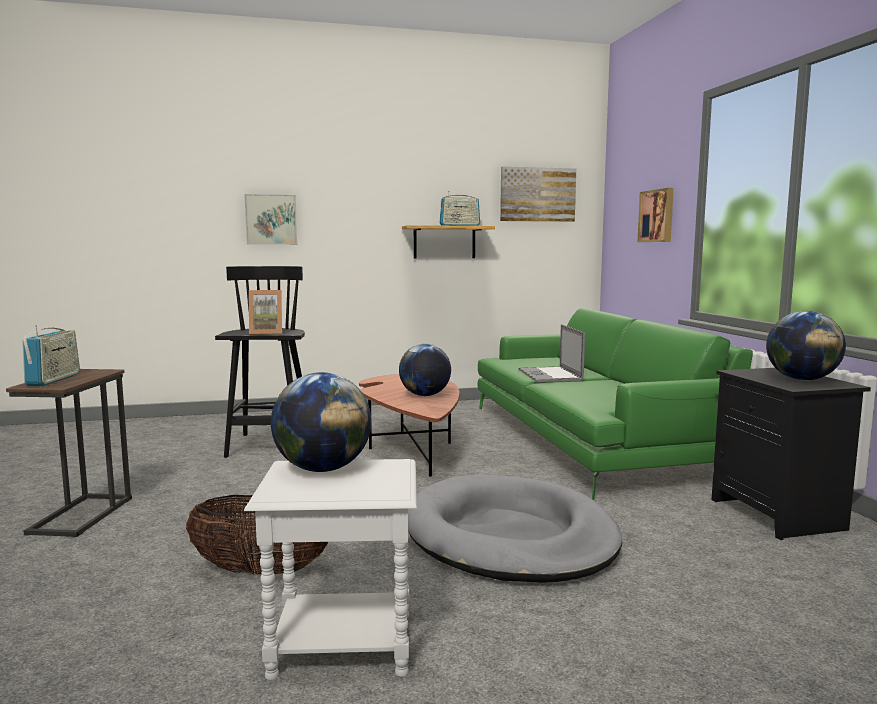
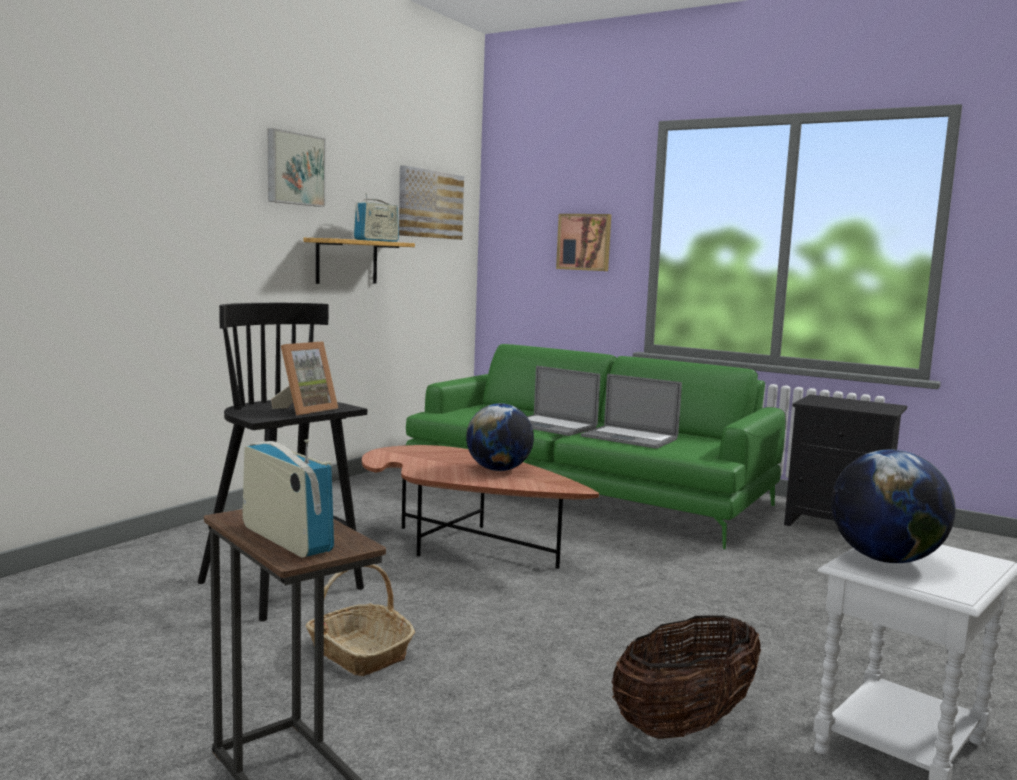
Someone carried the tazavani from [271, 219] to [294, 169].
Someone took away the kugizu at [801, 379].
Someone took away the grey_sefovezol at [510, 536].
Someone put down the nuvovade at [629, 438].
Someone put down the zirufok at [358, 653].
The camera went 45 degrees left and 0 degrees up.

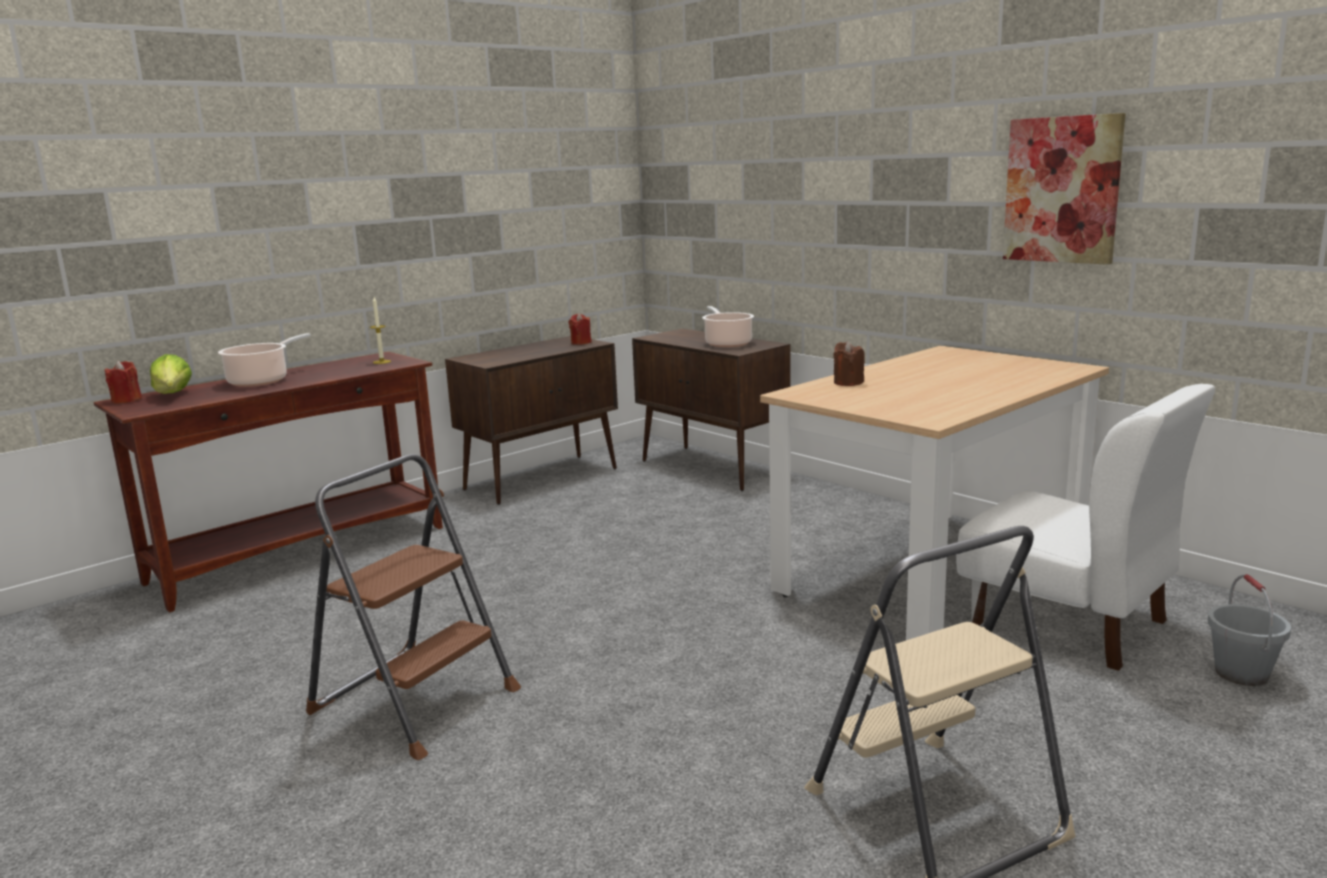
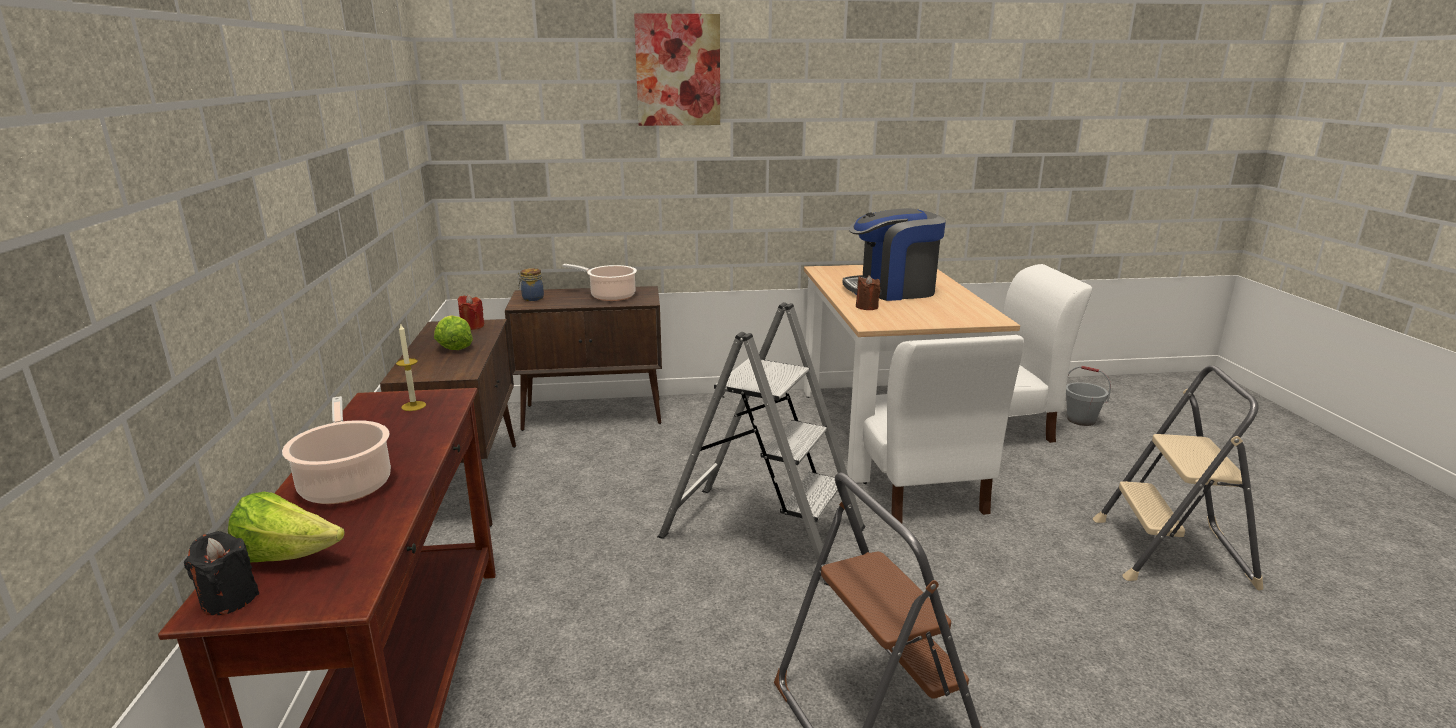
Someone carried the tazavani from [1062, 190] to [678, 70].
Someone repainted the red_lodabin at [126, 400], which became the black_lodabin at [229, 599].
Someone put down the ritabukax at [892, 290].
Someone put down the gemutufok at [532, 298].
Someone put down the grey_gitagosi at [760, 530].
Someone put down the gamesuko at [453, 346].
Someone put down the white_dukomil at [920, 490].
The camera went 55 degrees left and 5 degrees up.

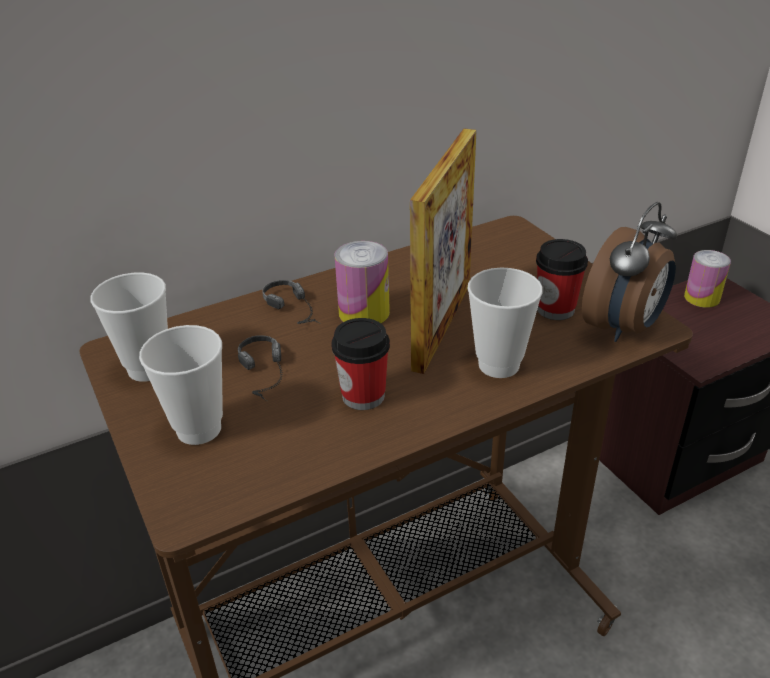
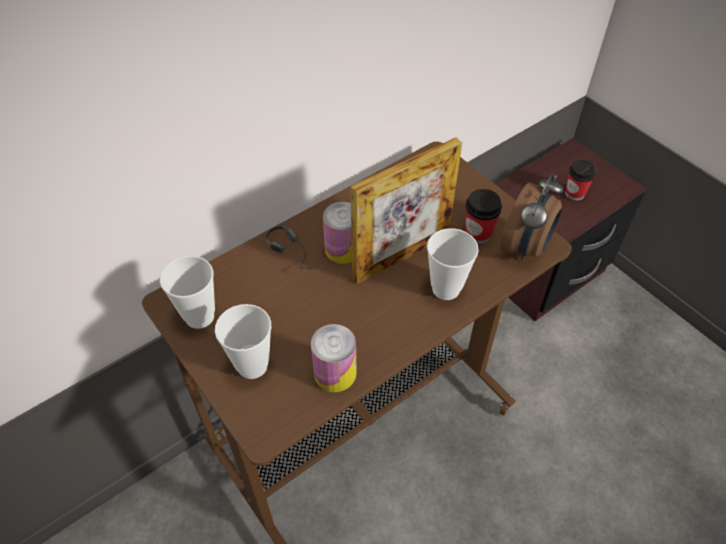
Someone rotated the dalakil at [442, 325] by 45 degrees clockwise.
Someone carried the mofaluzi from [702, 298] to [335, 373].
Someone carried the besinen from [363, 396] to [574, 193].
Someone took away the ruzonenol at [269, 380].
The camera went 10 degrees left and 15 degrees up.

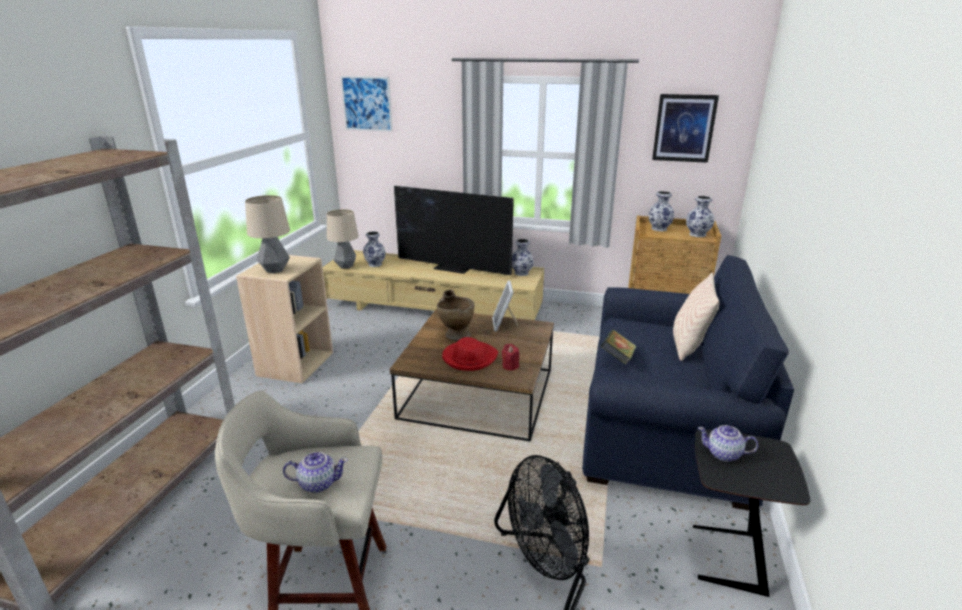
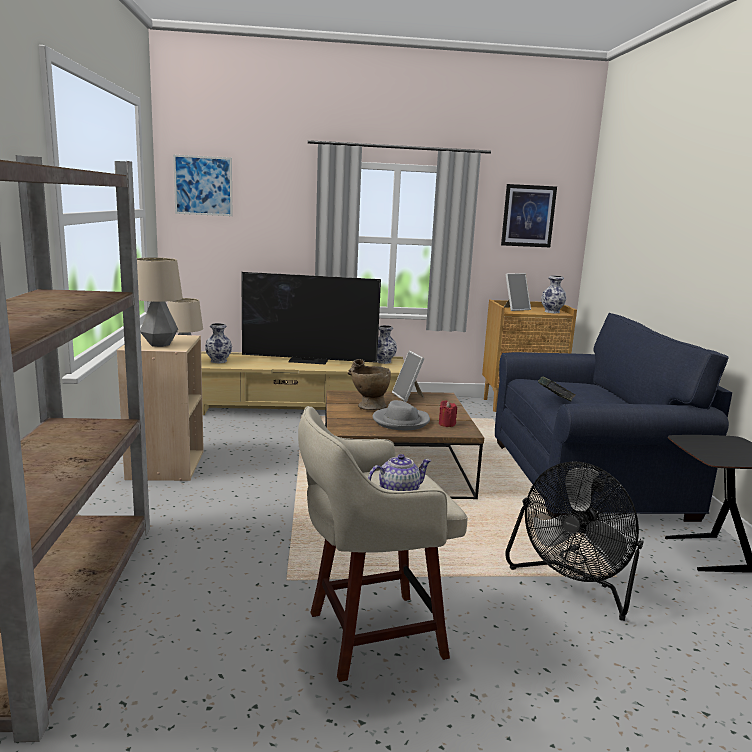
Someone swapped the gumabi at [659, 228] for the dalakil at [515, 309].
Someone took away the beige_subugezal at [688, 346].
Someone repainted the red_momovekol at [469, 358], which became the grey_momovekol at [401, 421].
Someone took away the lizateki at [724, 454].
The camera went 20 degrees left and 10 degrees down.

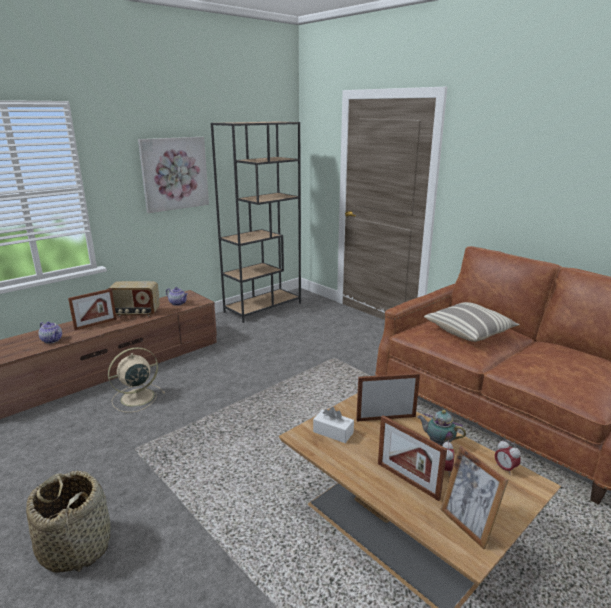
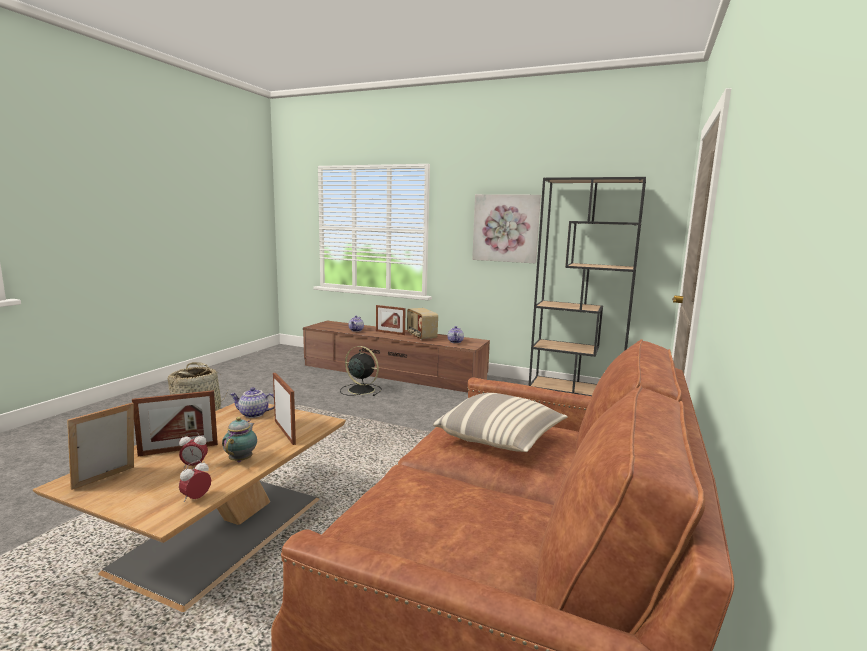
Someone repainted the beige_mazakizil at [136, 398], which became the black_mazakizil at [360, 390].
Someone swapped the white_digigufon at [333, 432] for the lizateki at [253, 414].
Someone rotated the dalakil at [407, 480] by 135 degrees counterclockwise.
The camera went 65 degrees right and 10 degrees down.

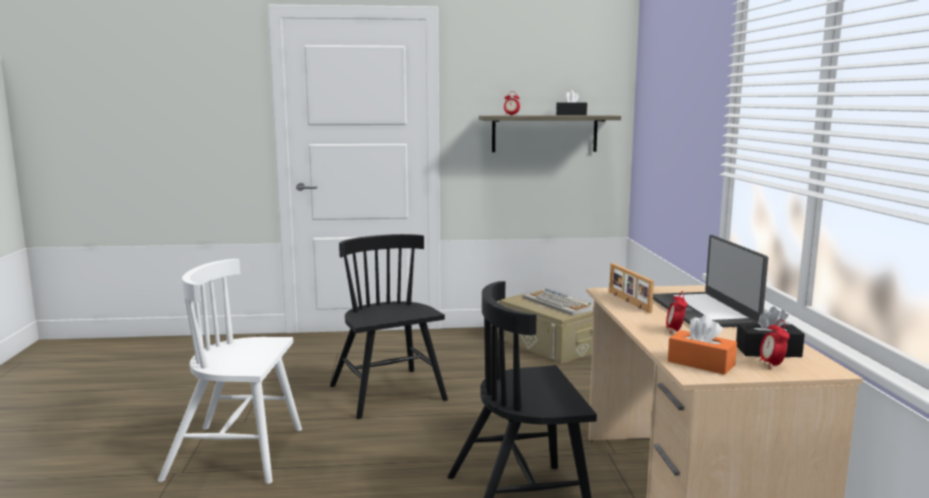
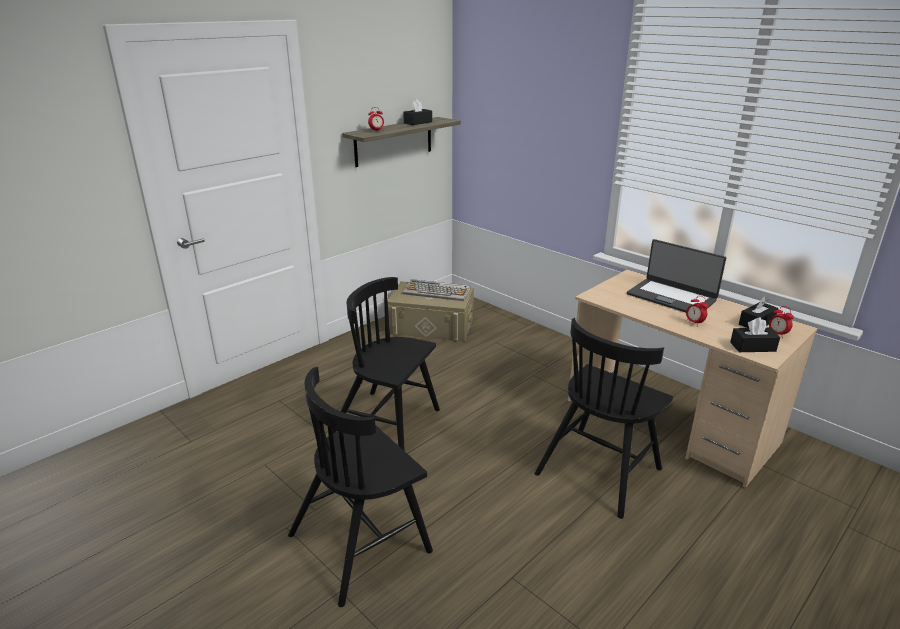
Someone repainted the white_dukomil at [243, 453], which became the black_dukomil at [366, 538].
Someone took away the dalakil at [628, 302].
Someone repainted the orange_digigufon at [701, 363], which became the black_digigufon at [752, 347].
The camera went 40 degrees left and 15 degrees up.

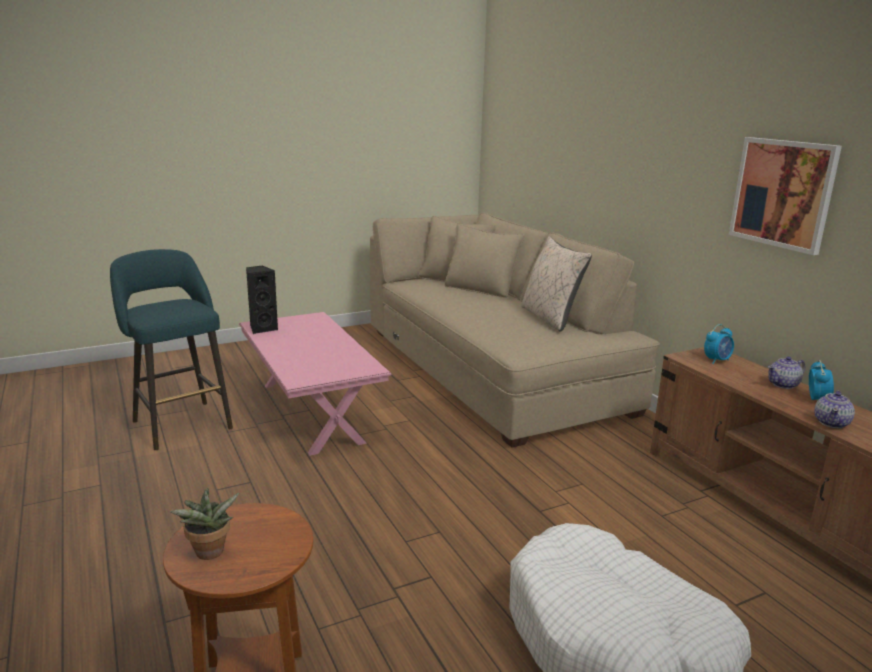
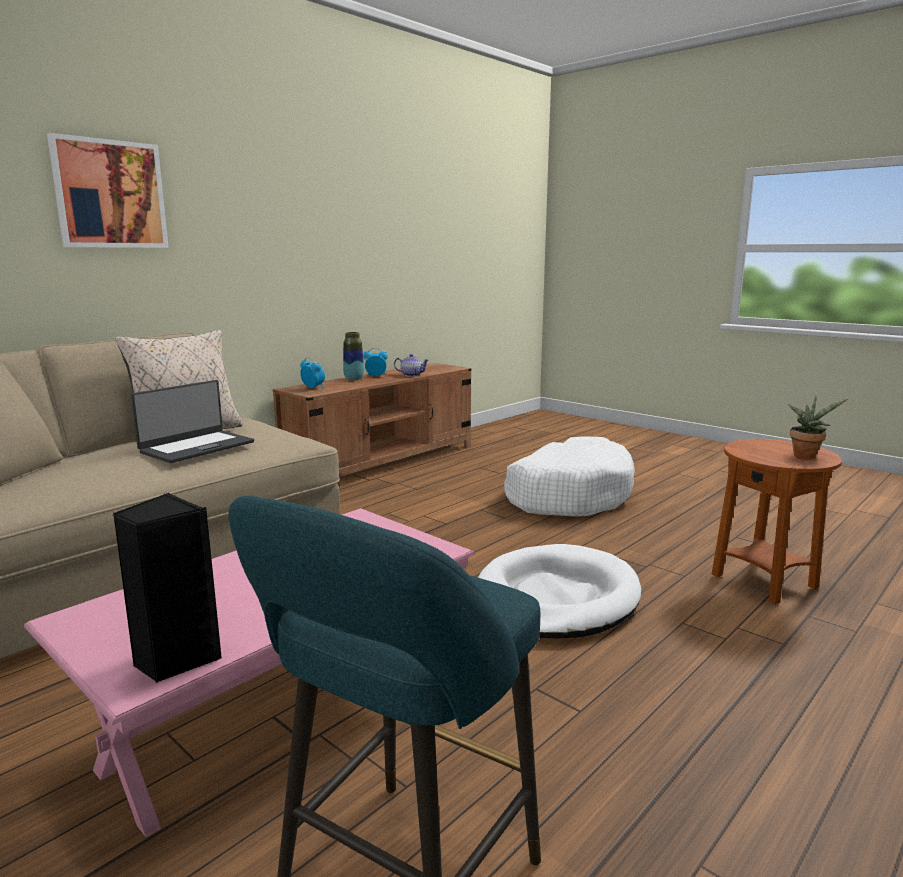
Someone carried the tazavani from [783, 193] to [110, 194].
Someone swapped the lizateki at [783, 384] for the gumabi at [354, 379].
Someone put down the nuvovade at [196, 447].
Someone put down the white_sefovezol at [555, 598].
The camera went 110 degrees left and 5 degrees down.

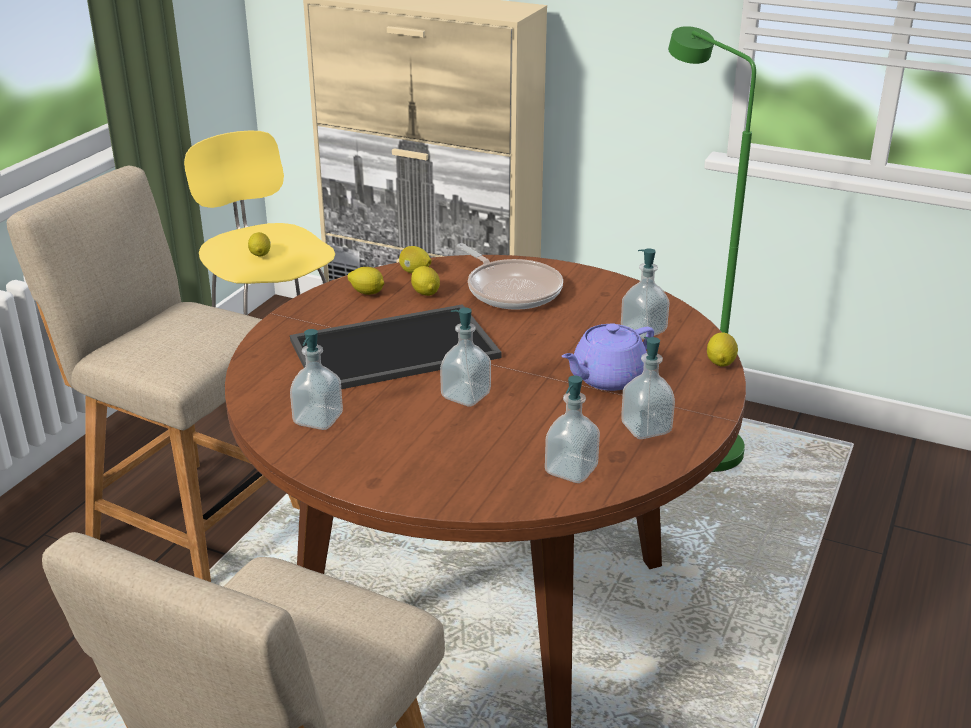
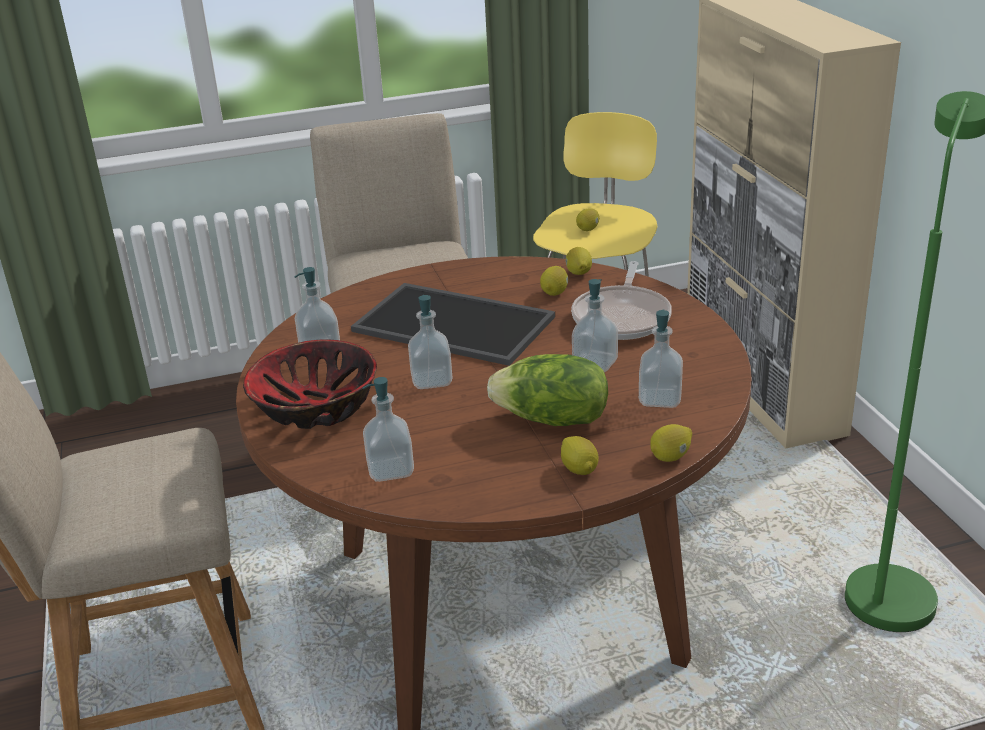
Someone carried the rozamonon from [367, 293] to [579, 469].
Someone swapped the purple_lizateki at [607, 378] for the gamesuko at [552, 420].
Someone carried the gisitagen from [646, 428] to [595, 364].
Someone put down the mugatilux at [315, 408].
The camera went 50 degrees right and 0 degrees up.

